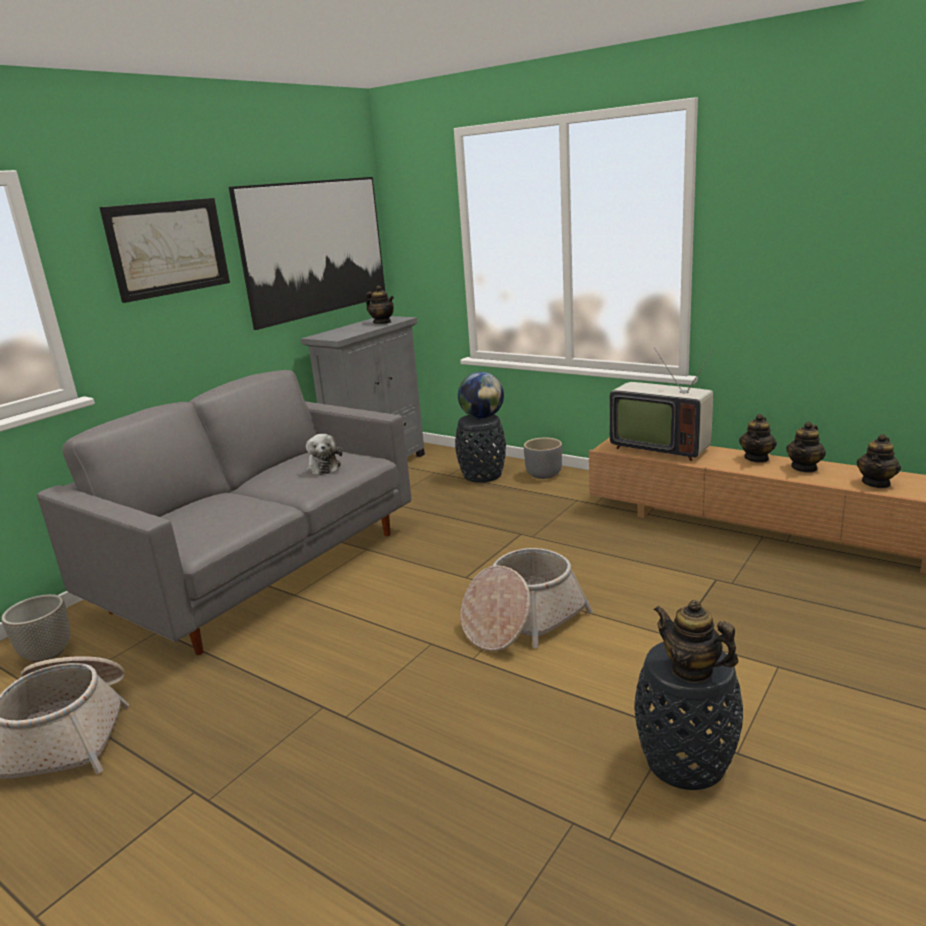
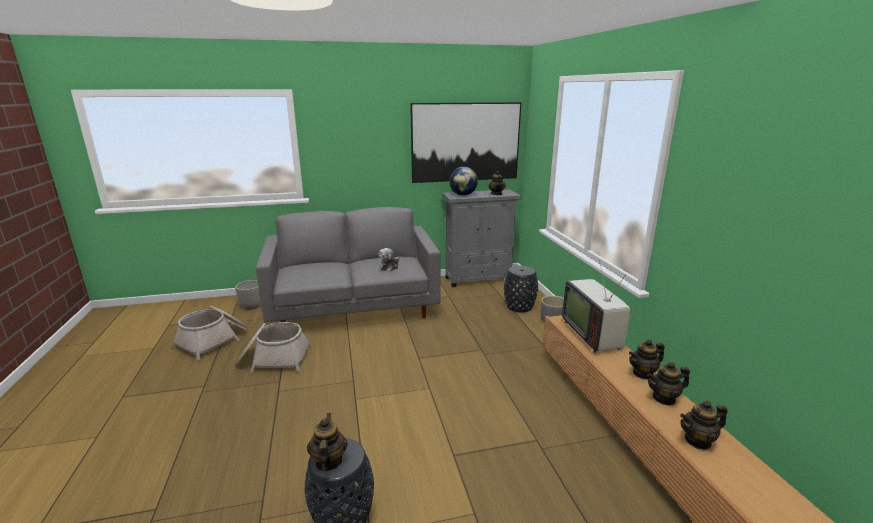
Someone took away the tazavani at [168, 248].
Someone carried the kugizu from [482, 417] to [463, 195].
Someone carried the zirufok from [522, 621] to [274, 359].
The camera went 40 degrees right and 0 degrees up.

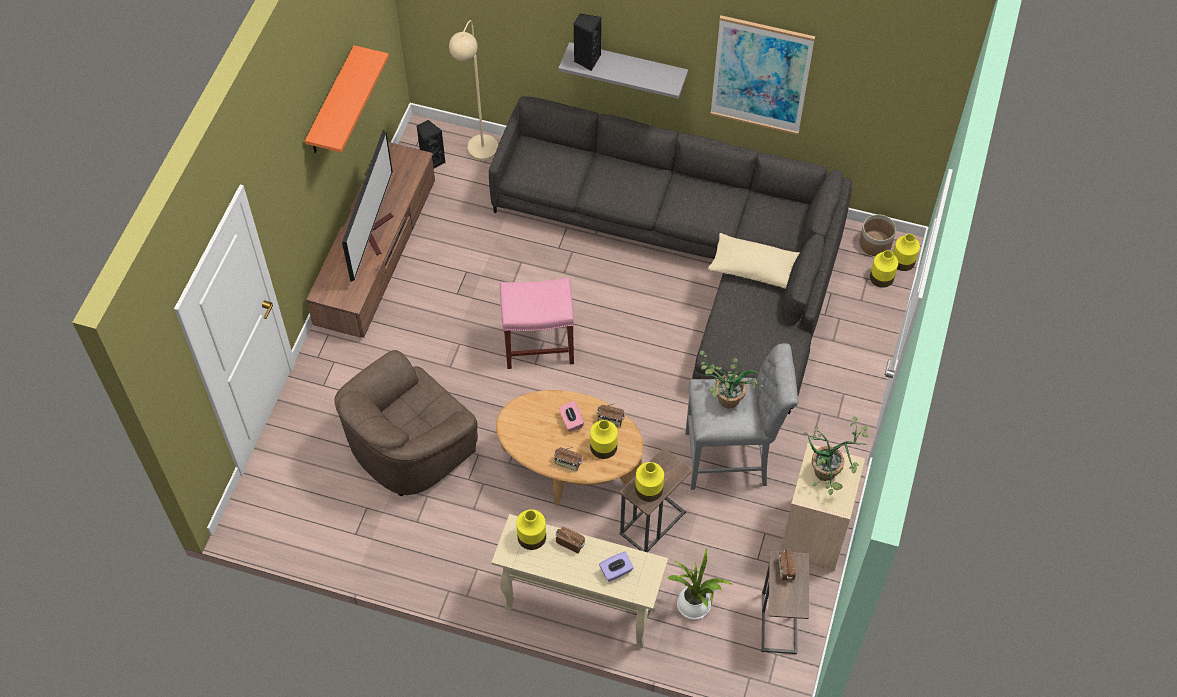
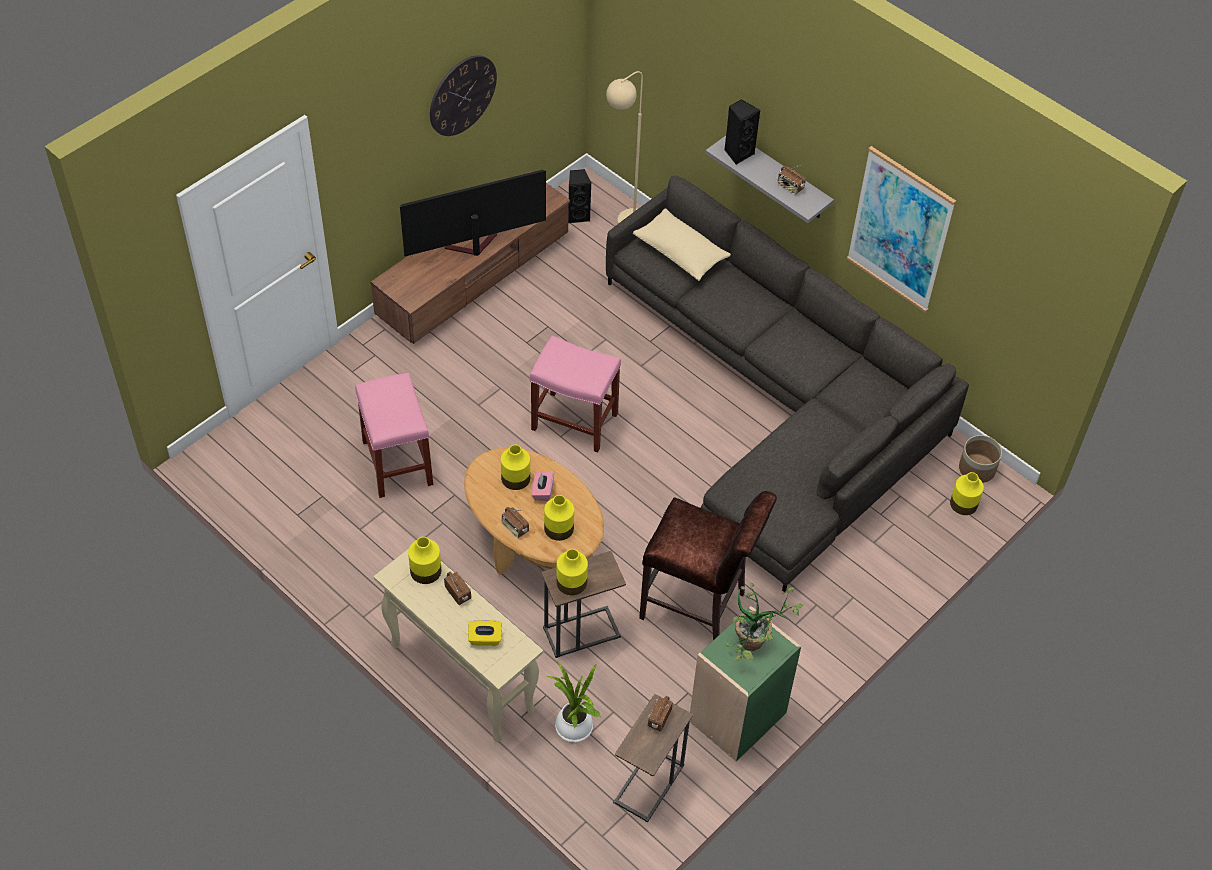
Someone swapped the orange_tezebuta at [331, 103] for the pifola at [462, 95].
Someone rotated the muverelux at [375, 231] by 150 degrees counterclockwise.
Someone carried the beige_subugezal from [754, 269] to [680, 253].
Someone carried the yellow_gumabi from [903, 260] to [516, 478].
Someone repainted the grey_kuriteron at [731, 459], which became the brown_kuriteron at [698, 608].
Someone swapped the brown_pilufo at [411, 448] for the pink_kuriteron at [397, 462].
Someone took away the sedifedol at [722, 399].
Someone carried the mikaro from [610, 420] to [790, 187].
Someone repainted the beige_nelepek at [814, 535], which became the green_nelepek at [737, 718].
Someone repainted the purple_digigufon at [616, 571], which became the yellow_digigufon at [485, 639].
The camera went 25 degrees right and 5 degrees down.

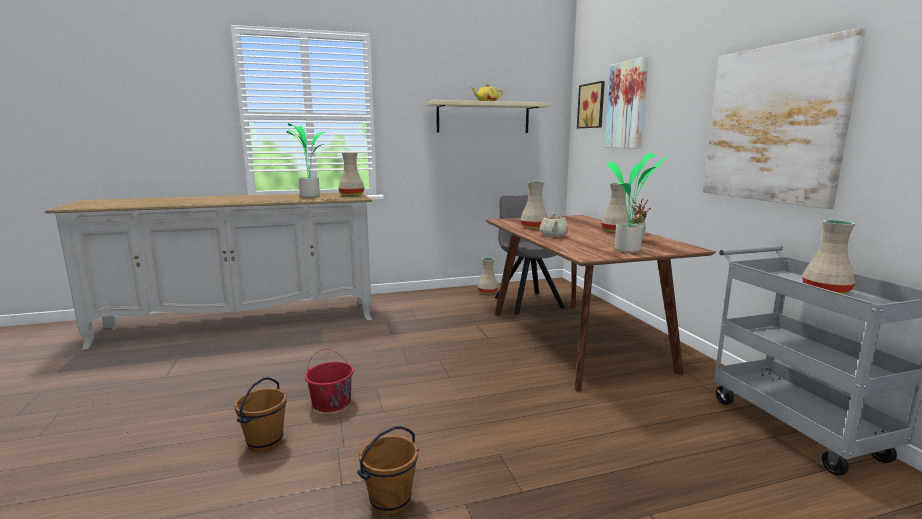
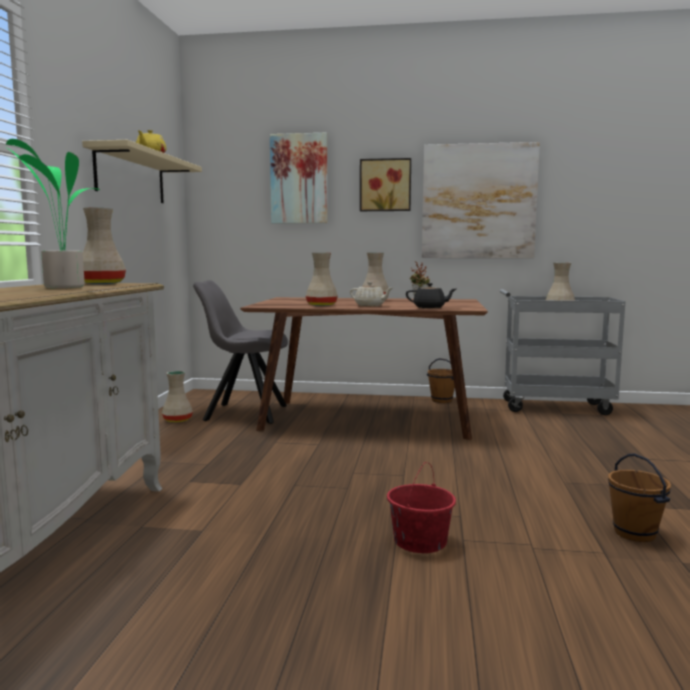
Someone carried the tazavani from [592, 105] to [385, 185].
Someone took away the sedifedol at [629, 250].
Someone carried the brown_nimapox from [264, 442] to [441, 400].
Someone put down the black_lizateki at [430, 308].
The camera went 65 degrees left and 5 degrees down.

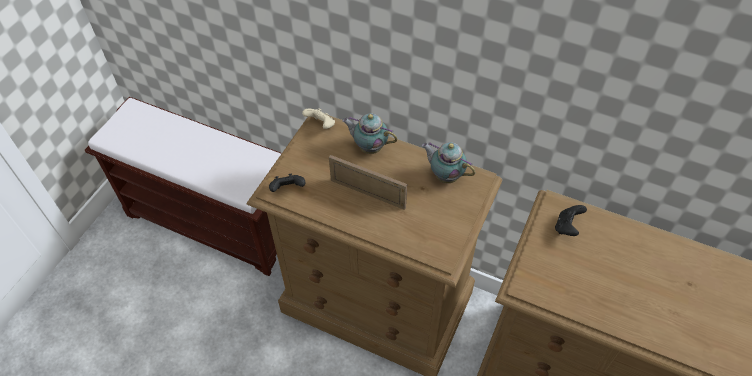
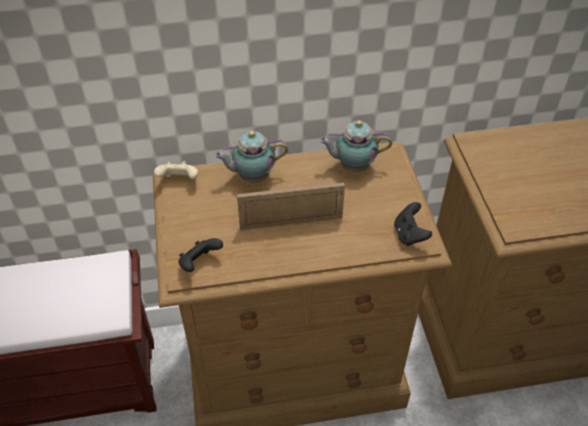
Someone carried the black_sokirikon from [567, 227] to [409, 234].
The camera went 35 degrees left and 5 degrees down.

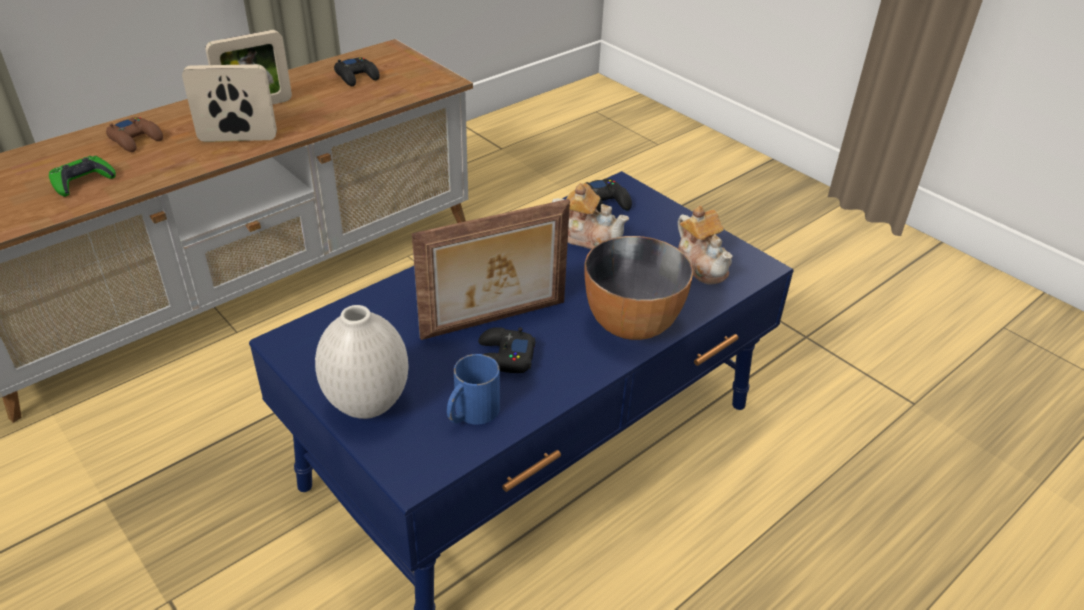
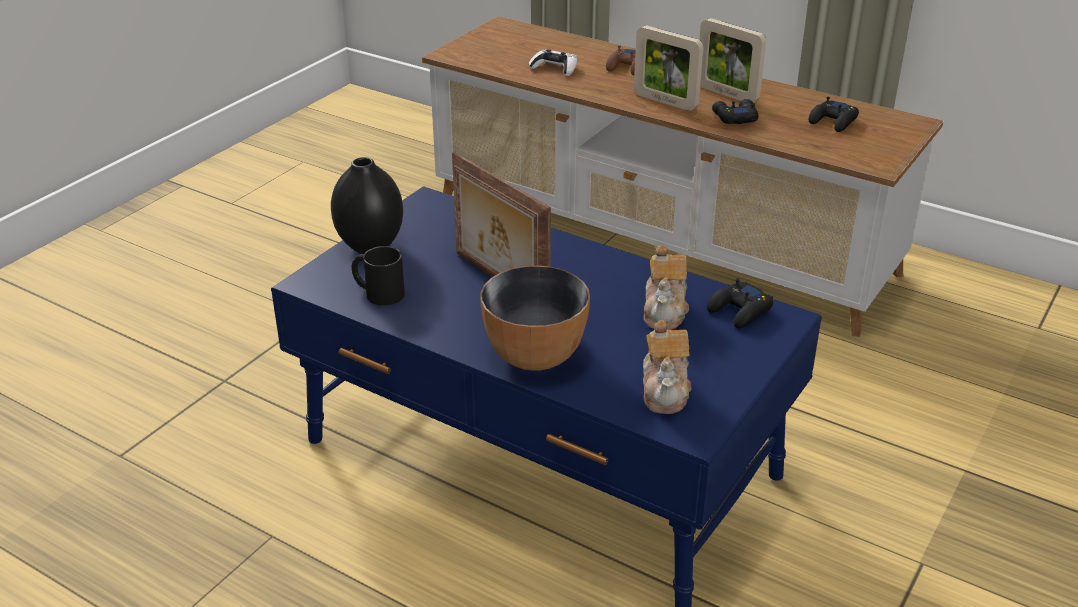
Someone rotated the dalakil at [238, 139] by 150 degrees clockwise.
Someone repainted the green_sokirikon at [82, 181], which became the white_sokirikon at [554, 68].
Someone rotated the lizateki at [702, 265] by 45 degrees counterclockwise.
Someone repainted the white_gumabi at [368, 406], which became the black_gumabi at [370, 248].
Someone carried the black_sokirikon from [502, 359] to [734, 117].
Someone repainted the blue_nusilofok at [471, 413], which became the black_nusilofok at [378, 293].
The camera went 75 degrees right and 5 degrees down.

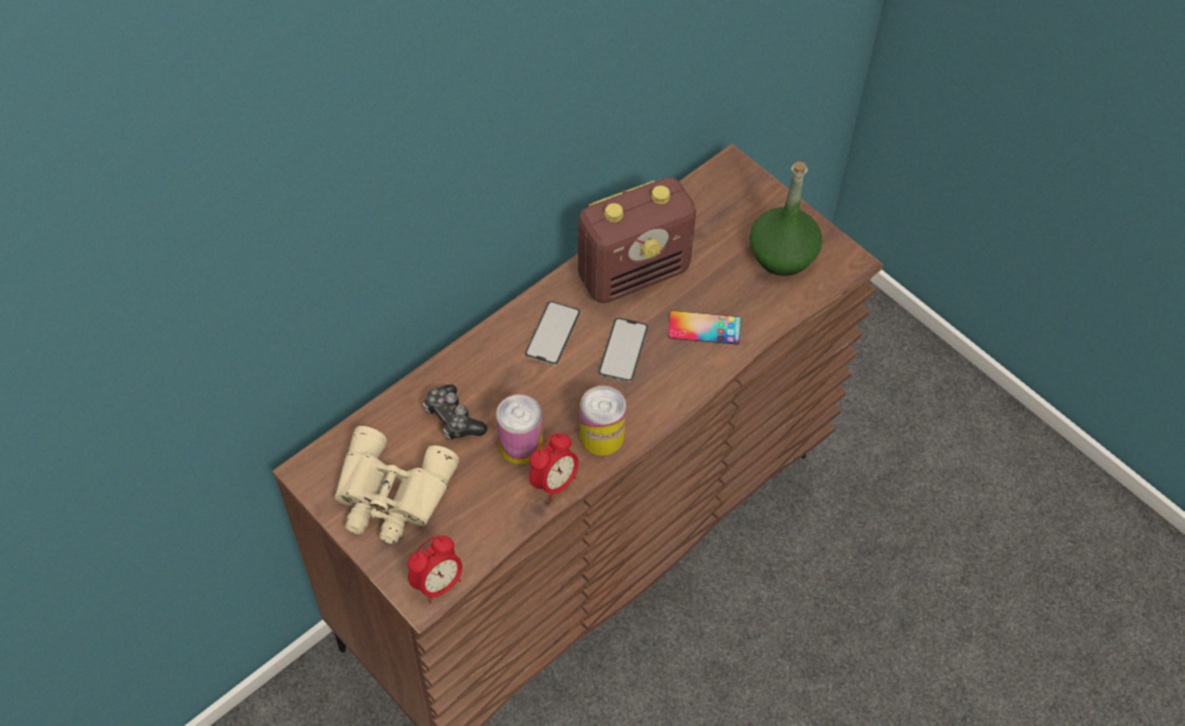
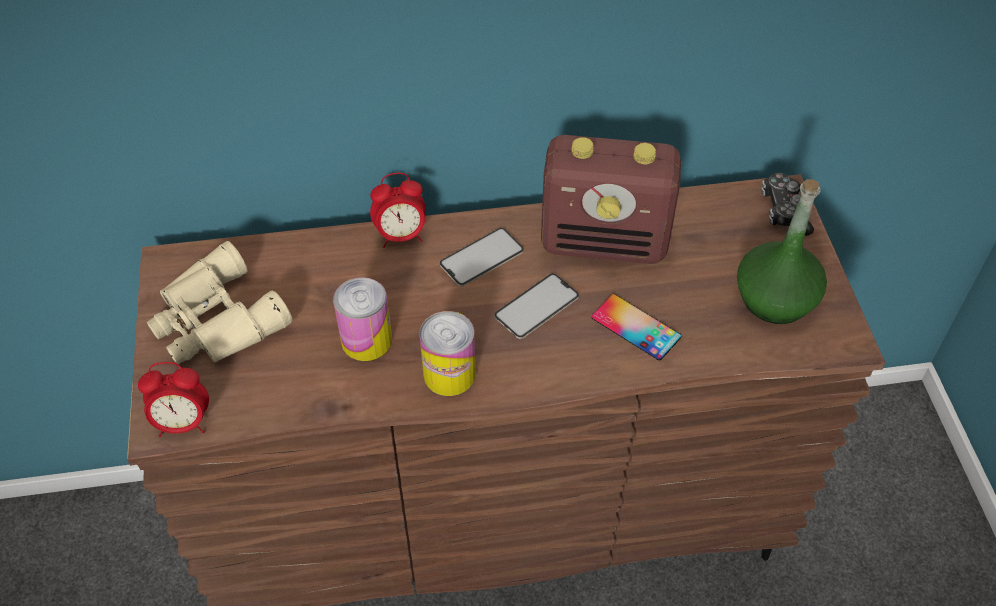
Someone carried the sokirikon from [453, 418] to [784, 211].
Someone carried the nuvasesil from [554, 482] to [401, 236].
The camera went 35 degrees right and 5 degrees down.

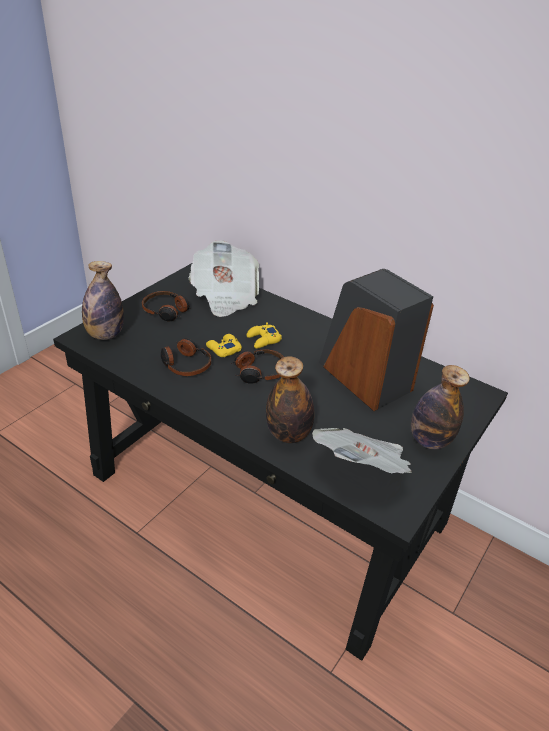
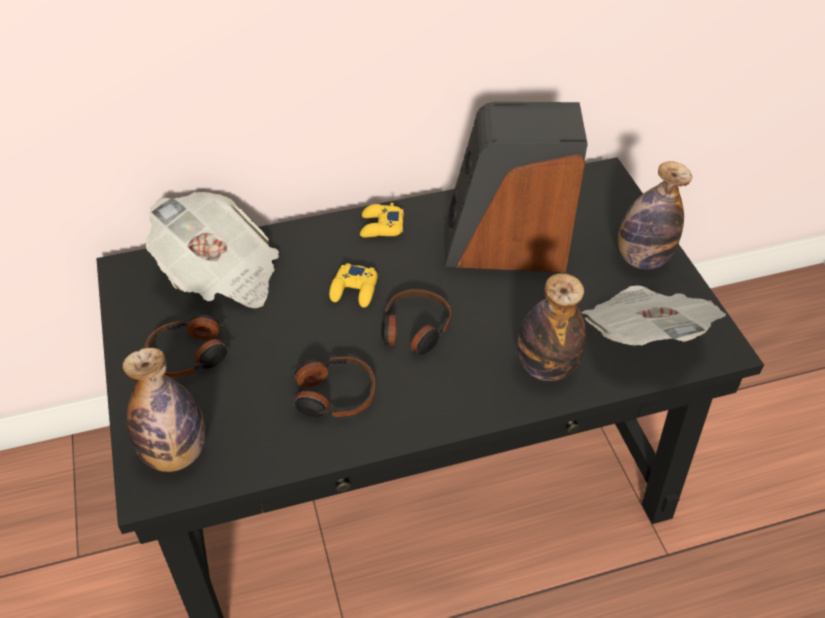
Someone carried the yellow_sokirikon from [223, 349] to [381, 226].
The camera went 50 degrees left and 10 degrees up.

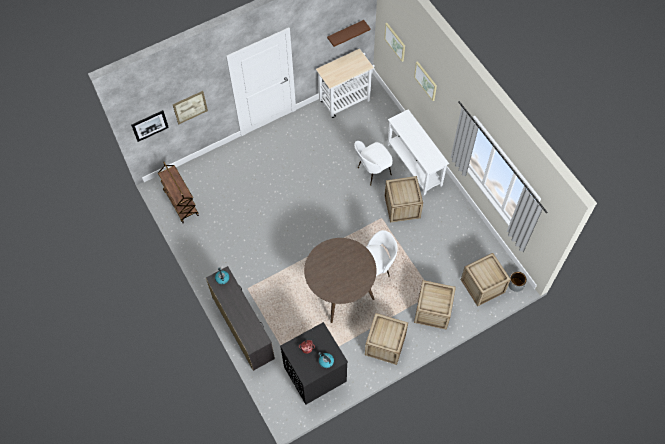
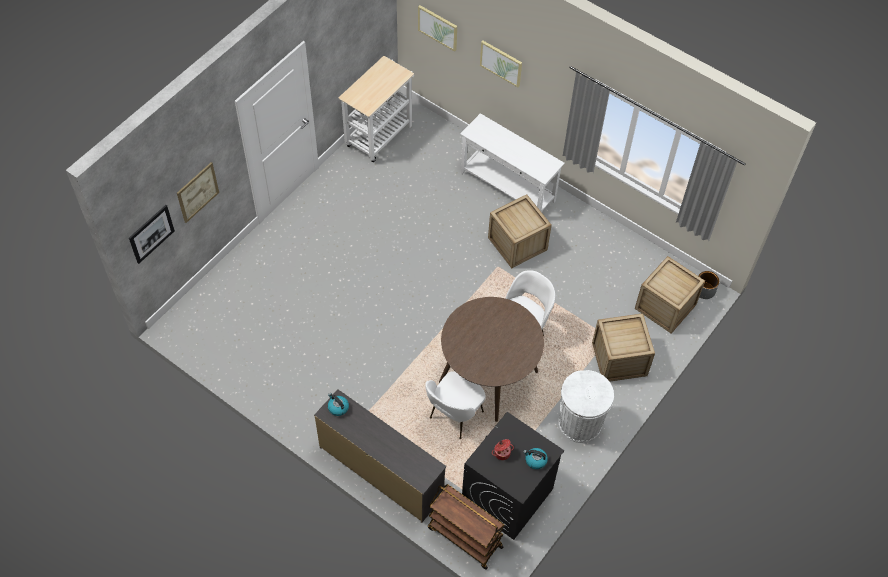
Someone took away the brown_tezebuta at [345, 33].
Someone carried the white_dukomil from [371, 172] to [453, 418].
Someone carried the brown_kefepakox from [180, 202] to [464, 537].
Someone swapped the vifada at [385, 344] for the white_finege at [580, 423].
The camera went 25 degrees left and 5 degrees down.

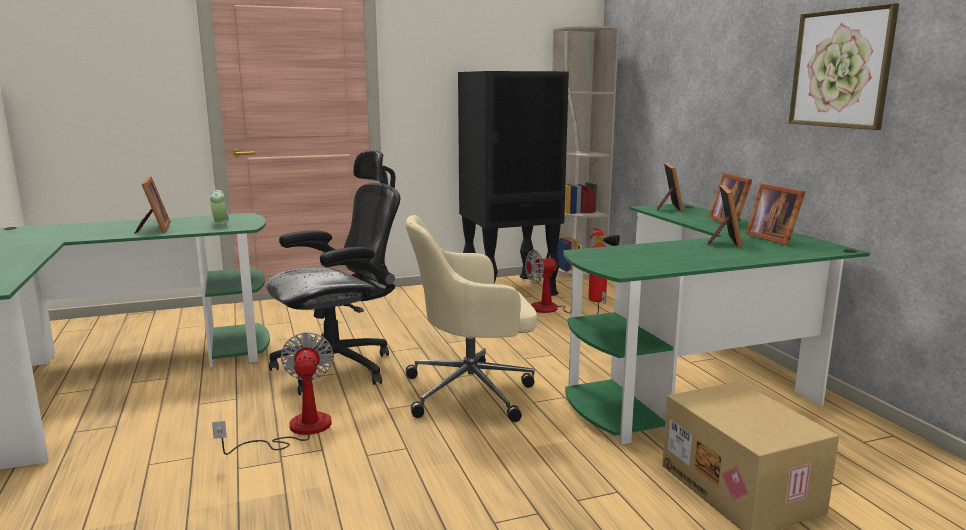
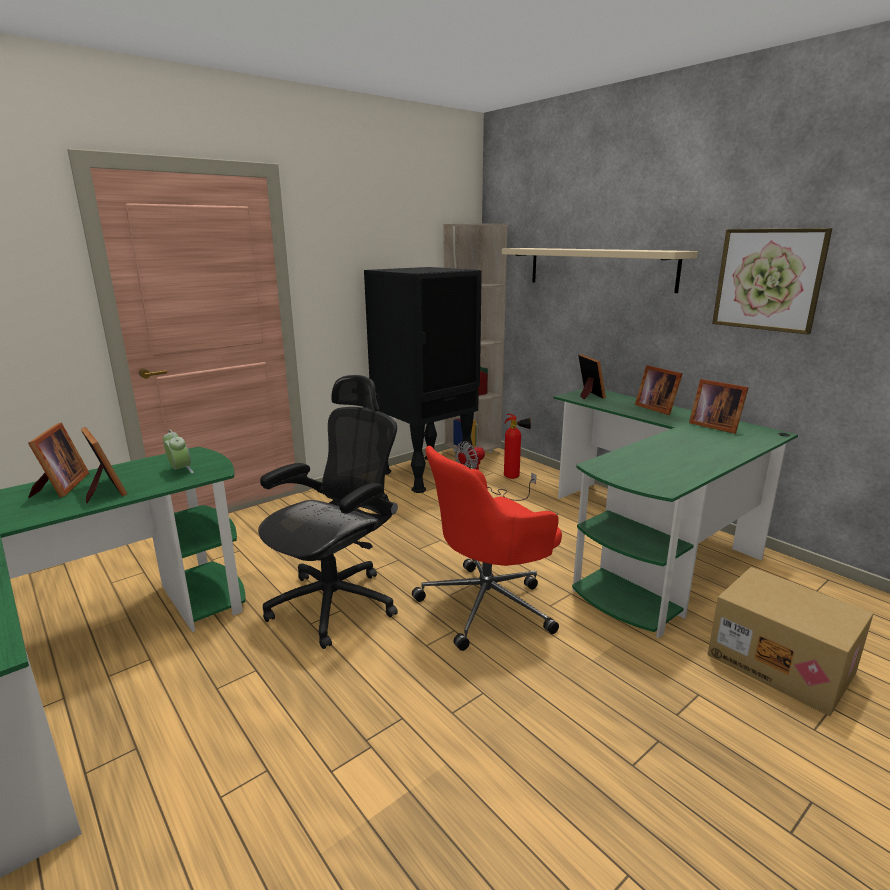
Someone carried the dalakil from [723, 241] to [60, 487].
Someone repainted the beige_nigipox at [472, 391], which became the red_nigipox at [488, 604].
Someone took away the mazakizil at [296, 430].
Someone put up the beige_tezebuta at [599, 268].
The camera went 20 degrees left and 5 degrees up.

